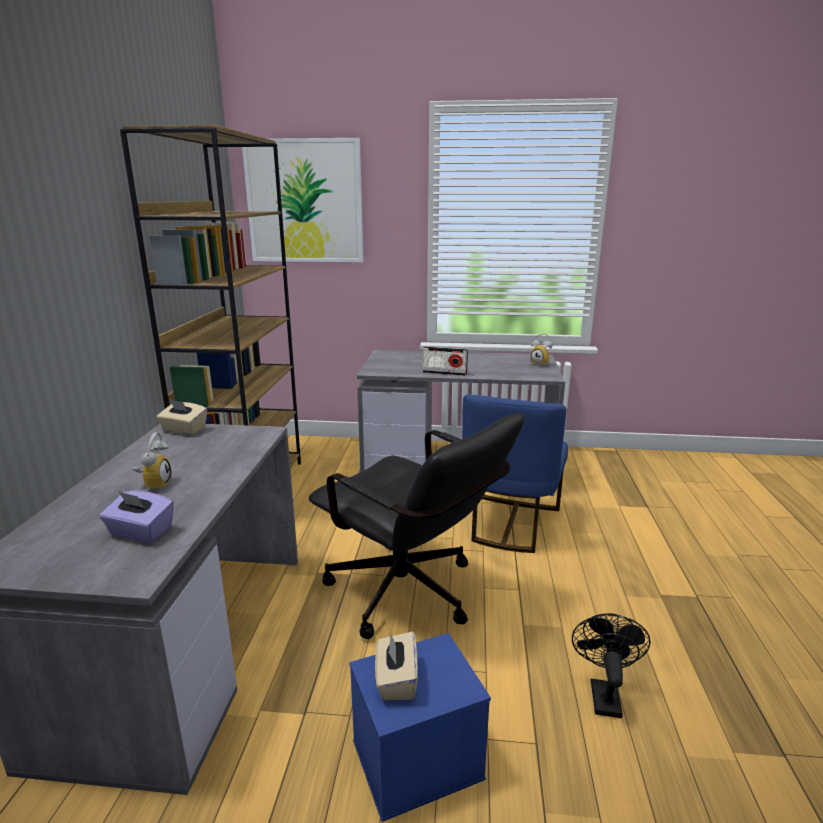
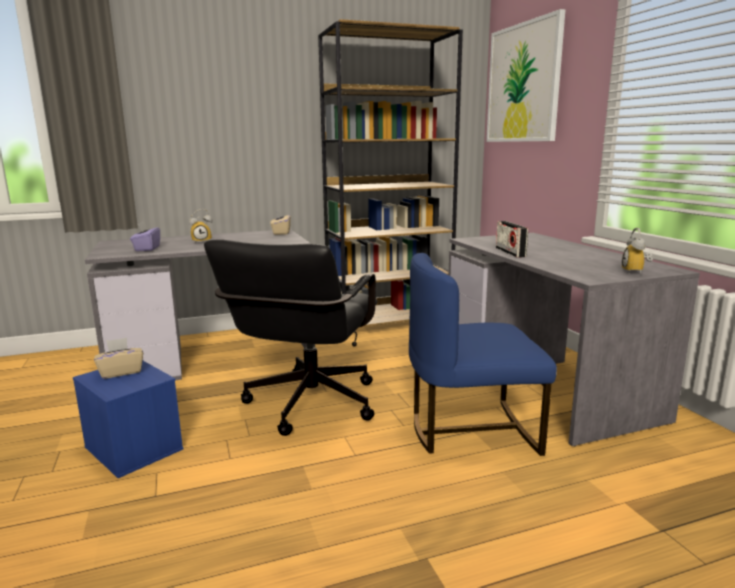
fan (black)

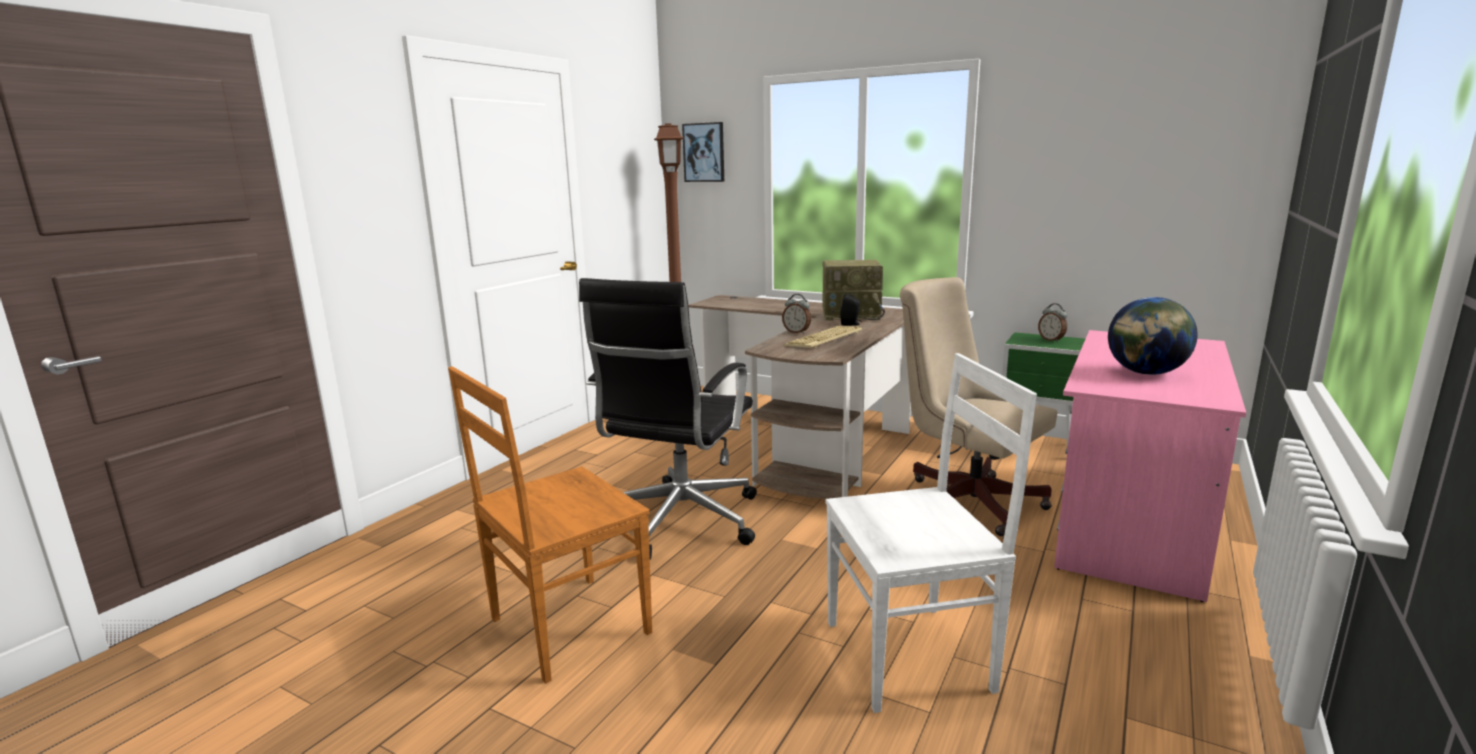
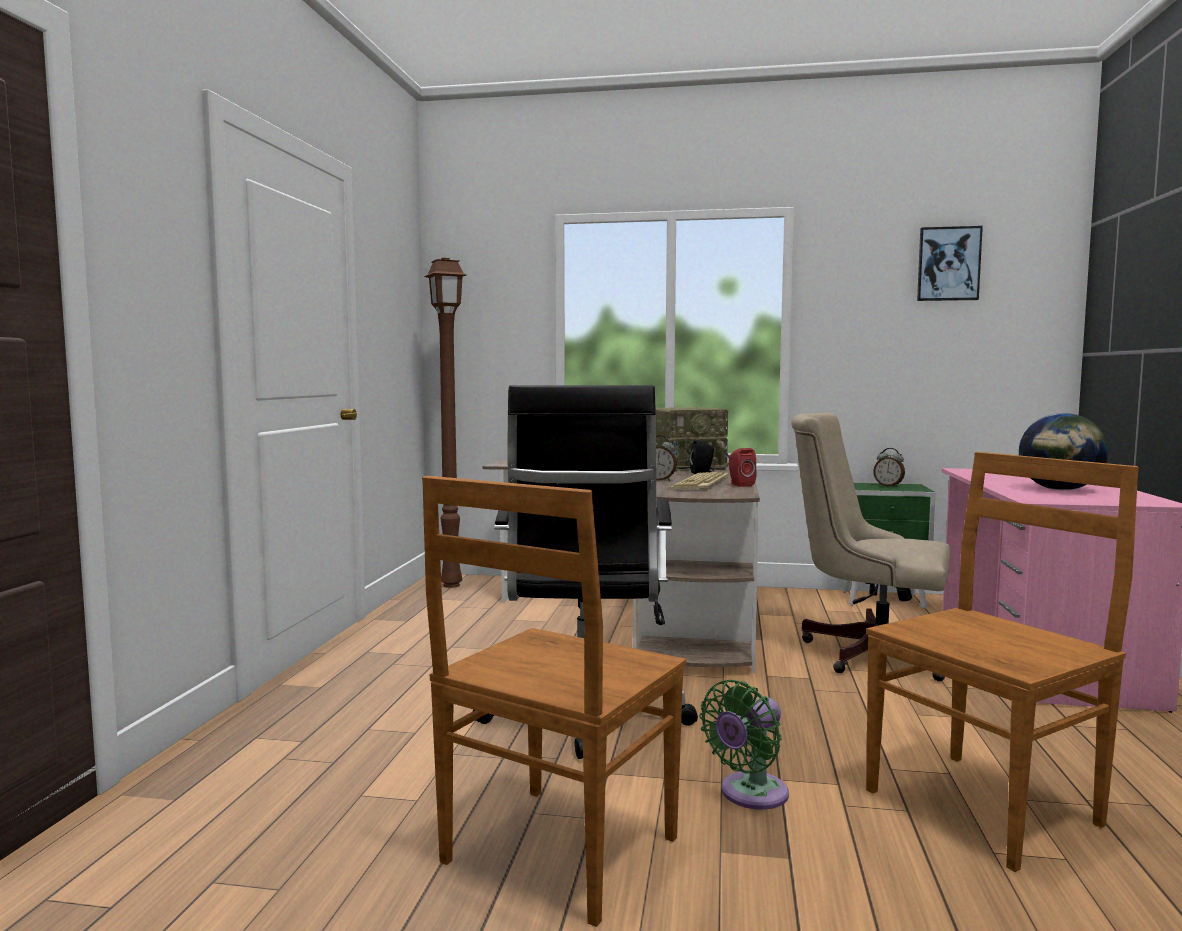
fan (green); speaker (red); chair (brown) (no. 2 from left); picture

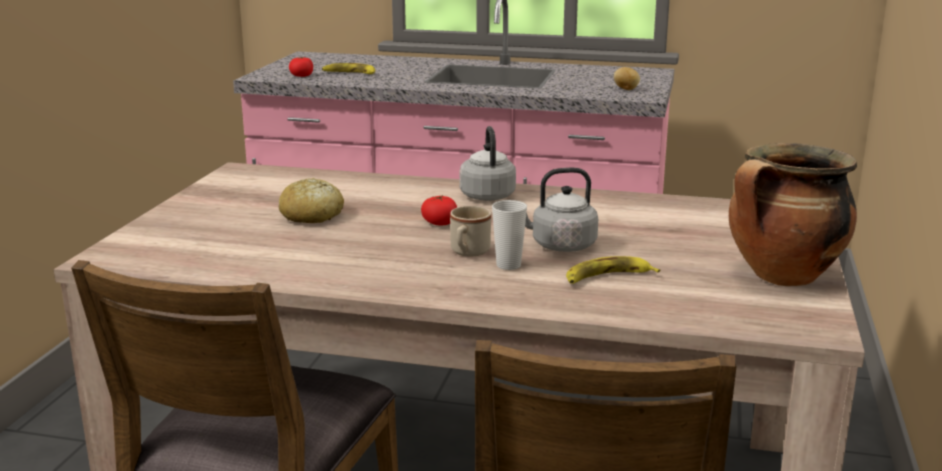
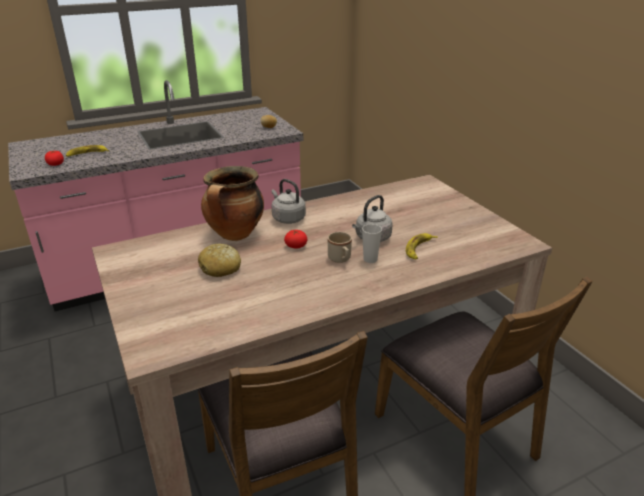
cooking pot

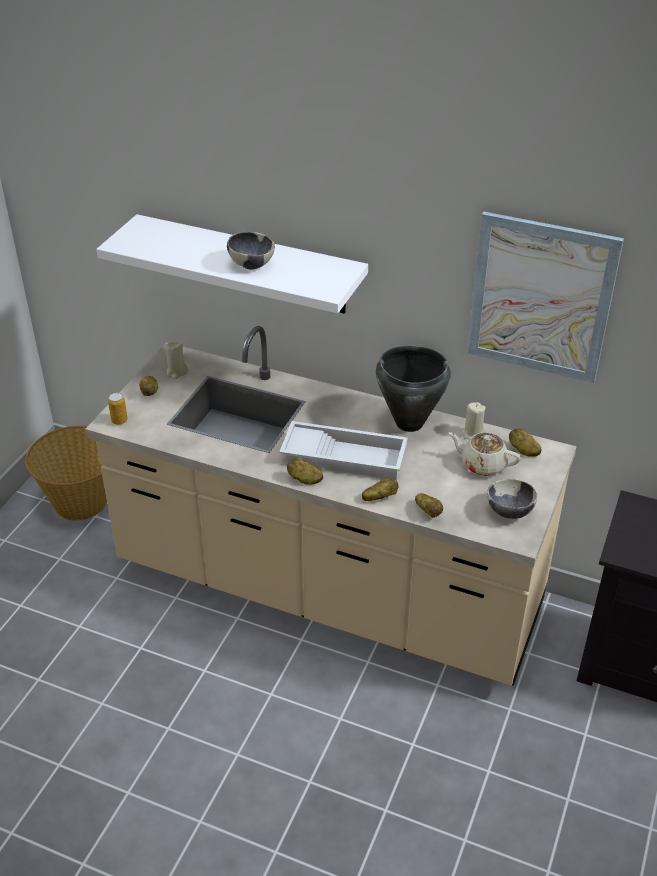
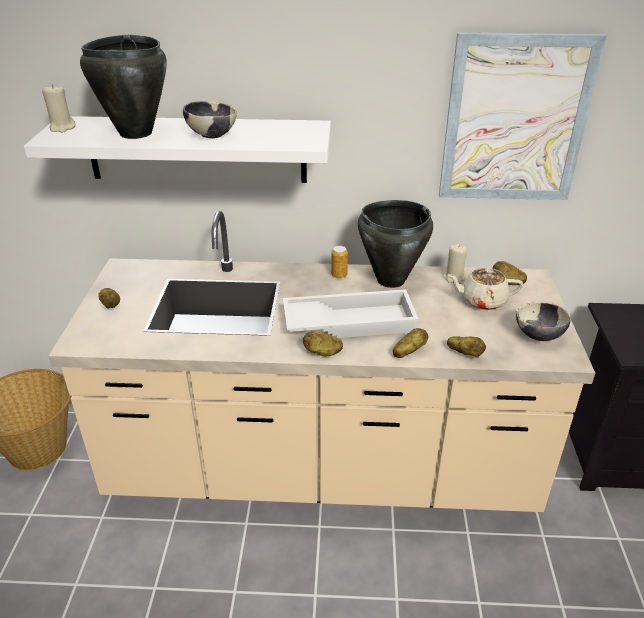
candle (beige) (no. 1 from left); cooking pot (black) (no. 1 from left); can

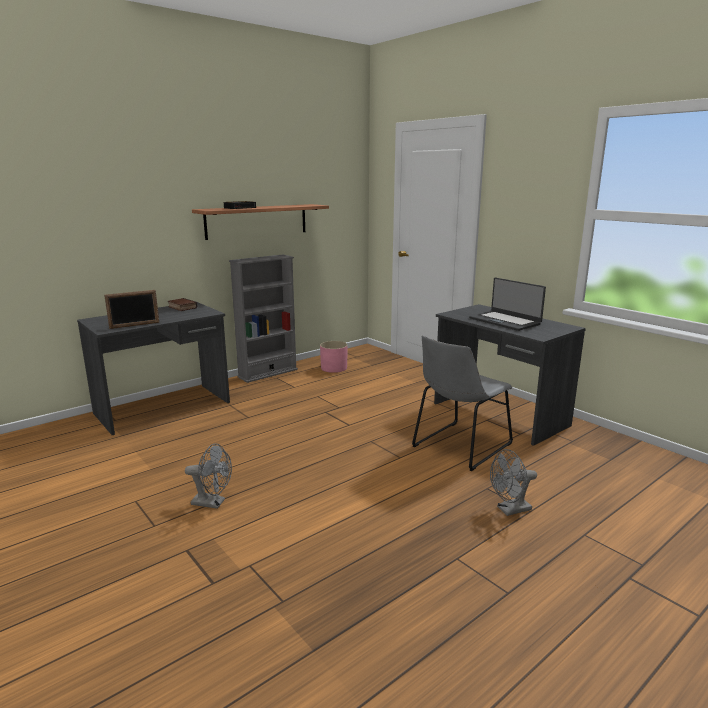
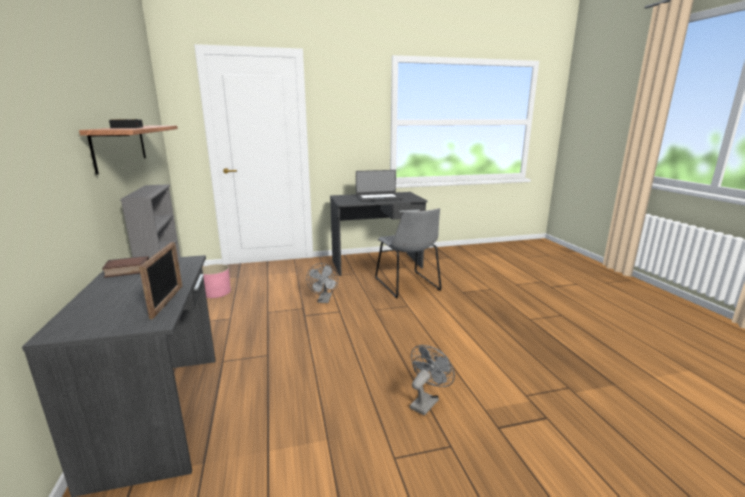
fan (grey) (no. 1 from left)

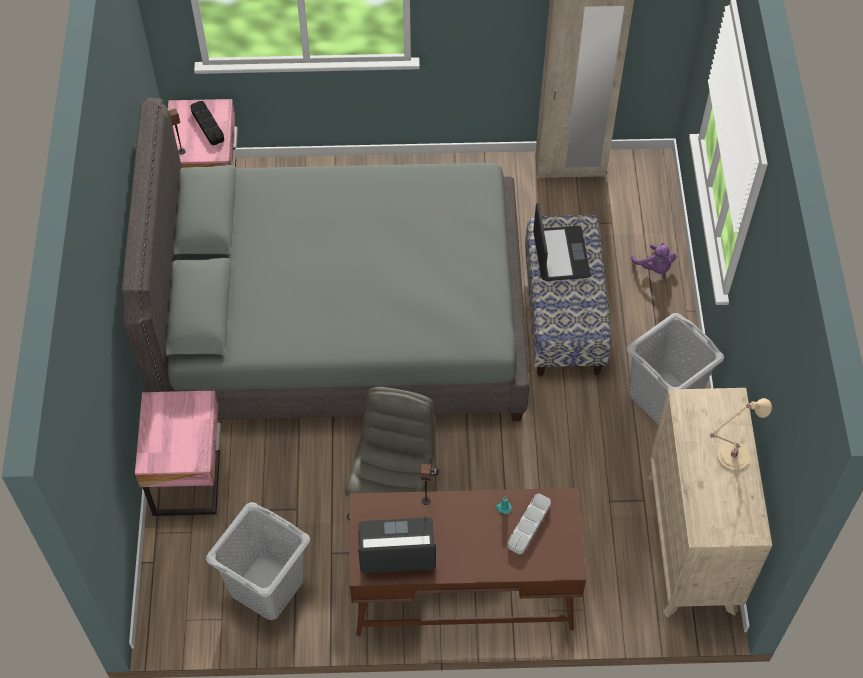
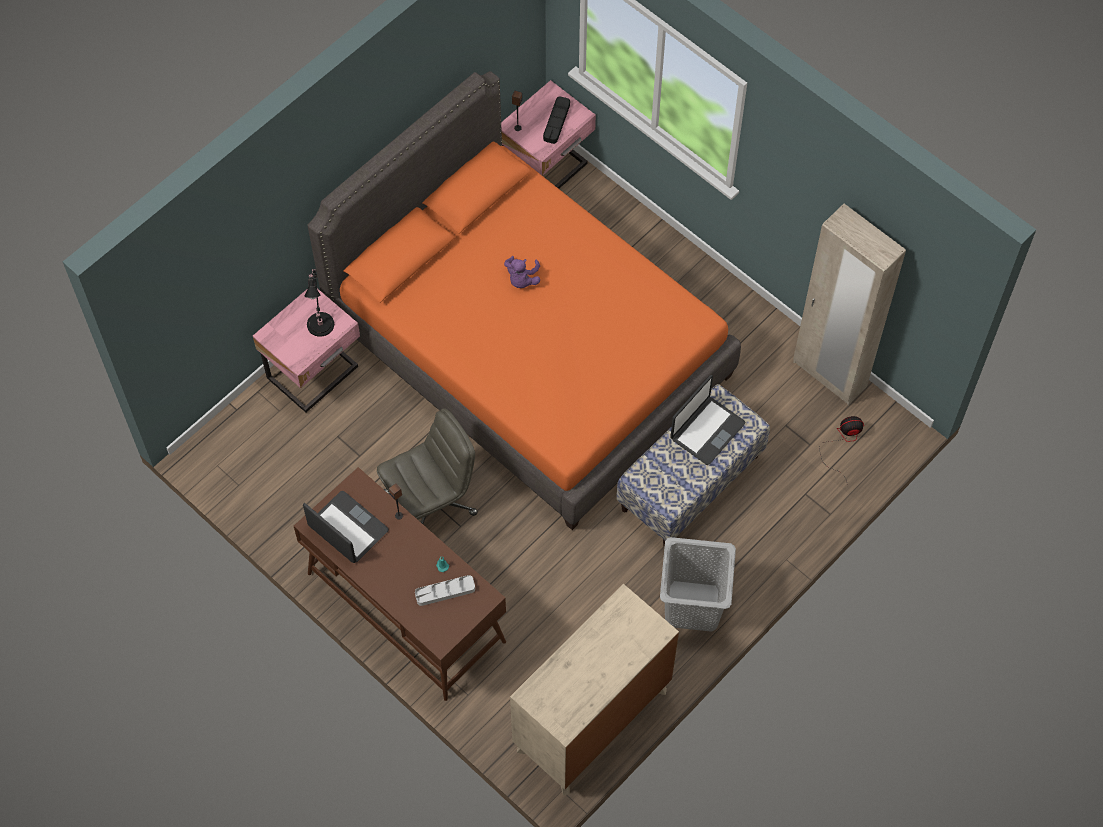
table lamp (black); bed (orange); plush toy (purple); fan; laundry basket (grey) (no. 1 from left in the first image); table lamp (beige)

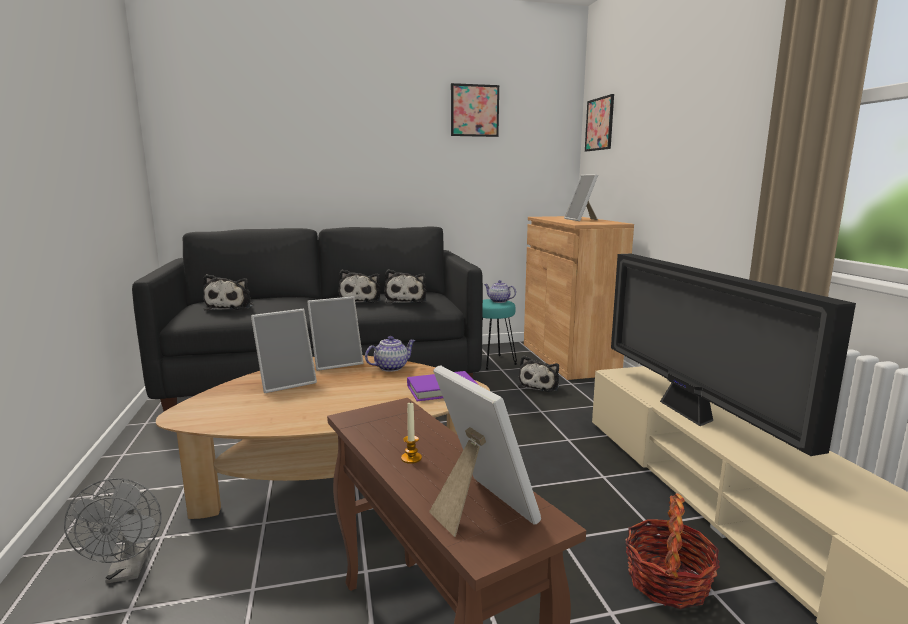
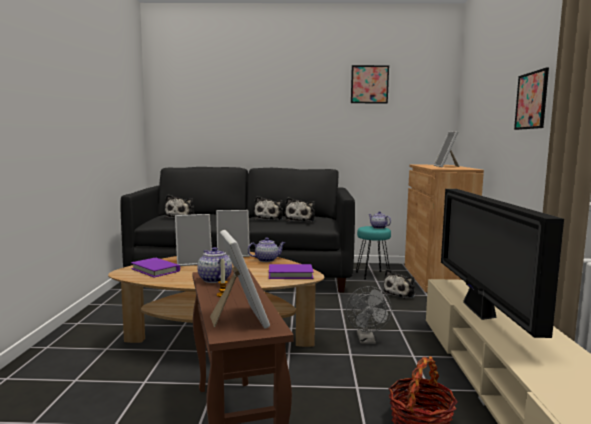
book (purple) (no. 1 from left); teapot (no. 1 from left); fan (grey); picture (no. 2 from left)

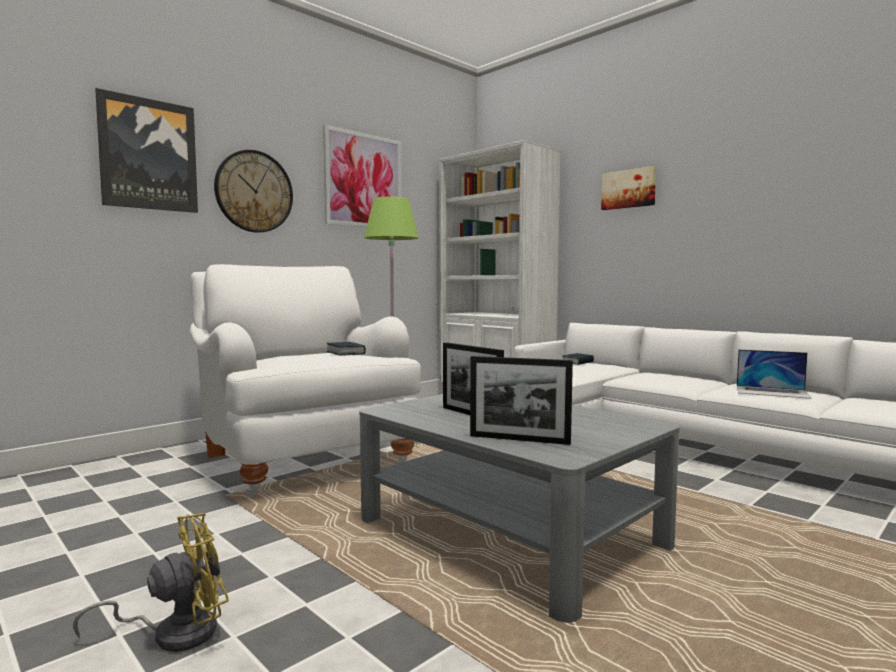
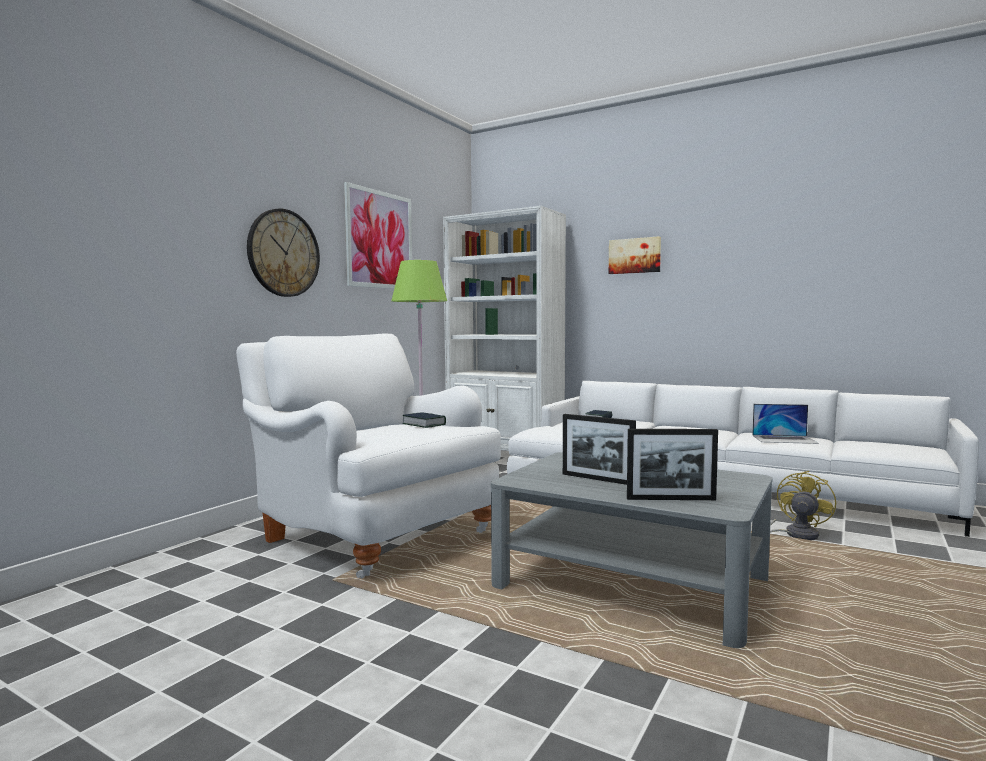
fan (yellow); picture (no. 1 from left in the first image)

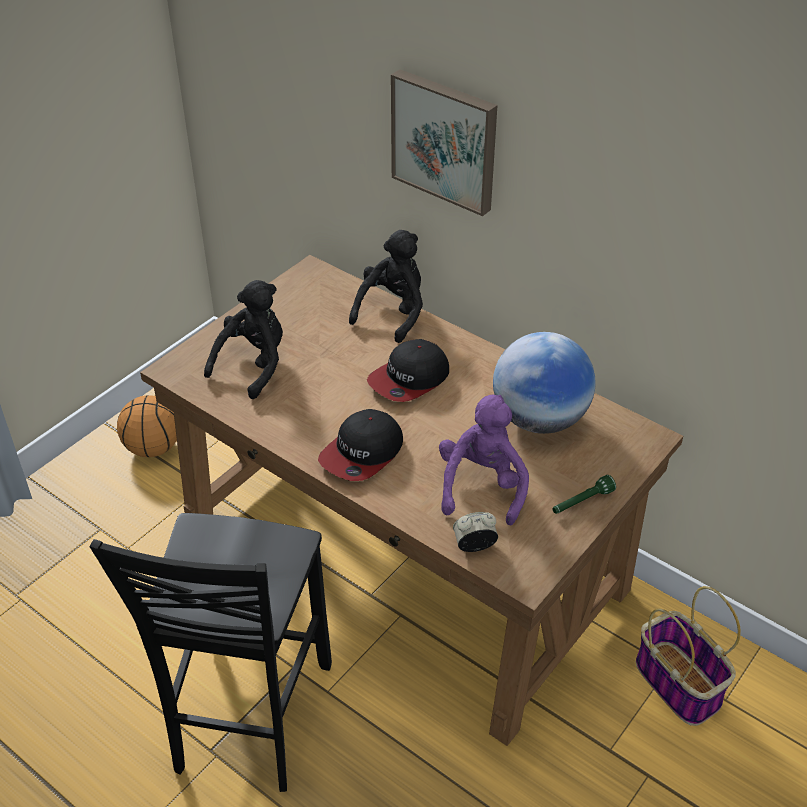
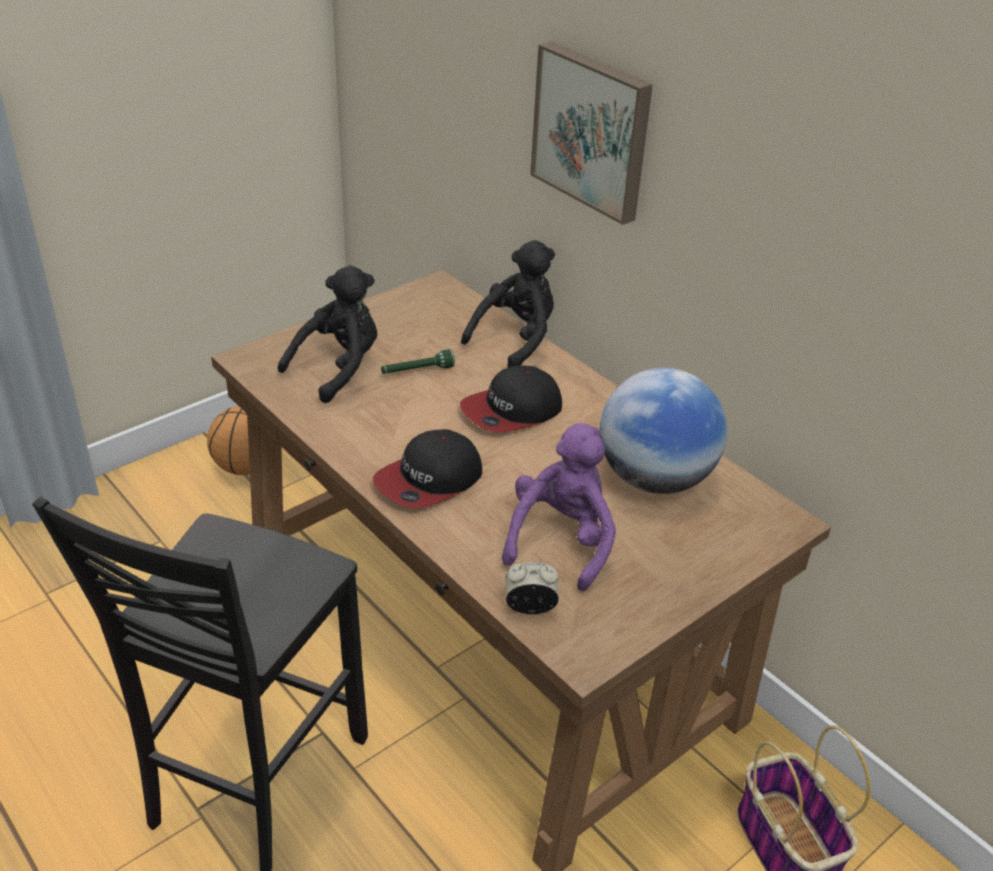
flashlight (green)

